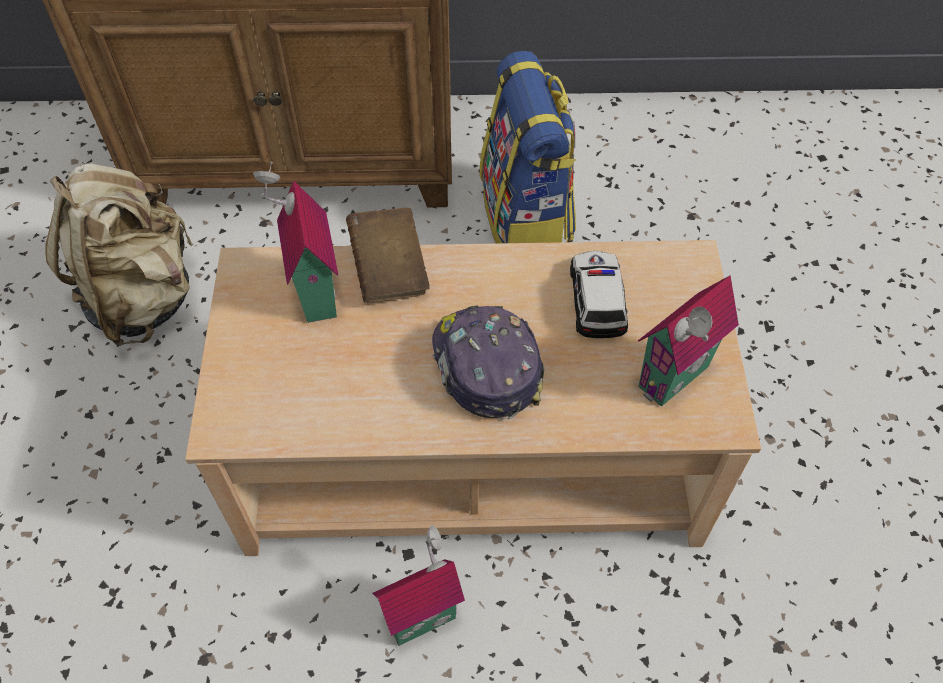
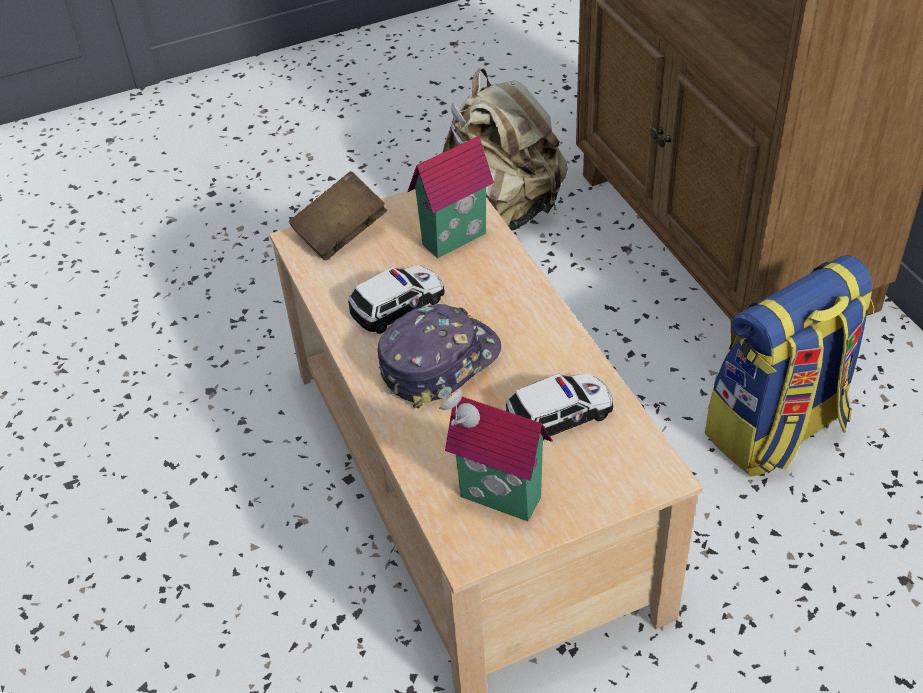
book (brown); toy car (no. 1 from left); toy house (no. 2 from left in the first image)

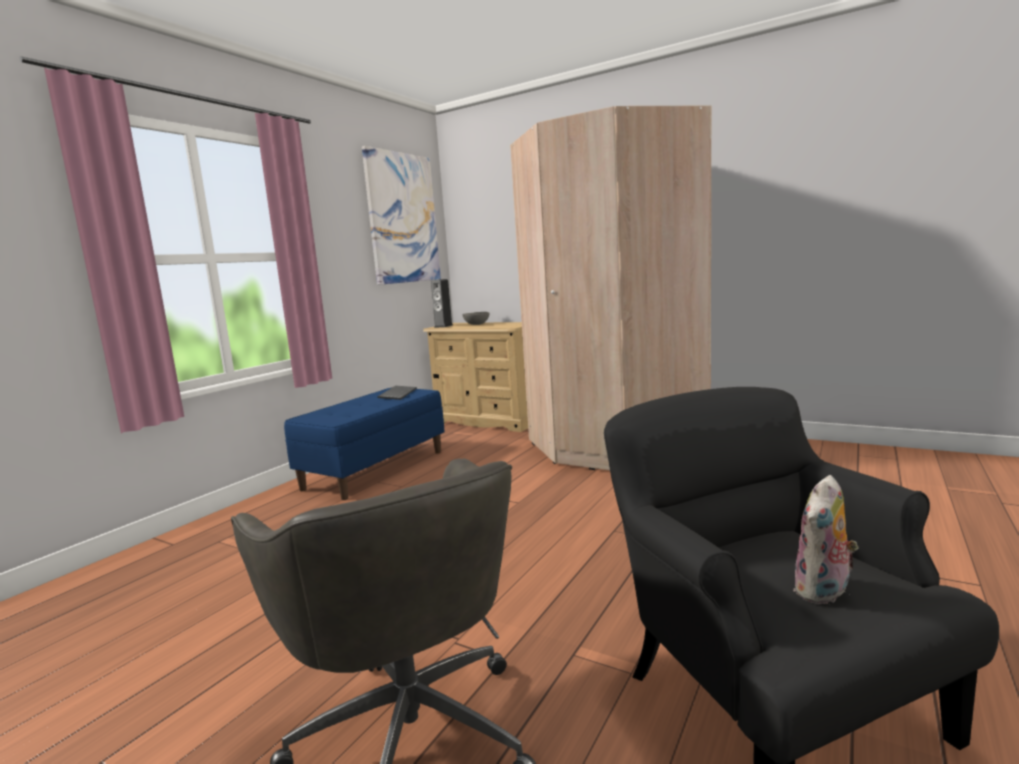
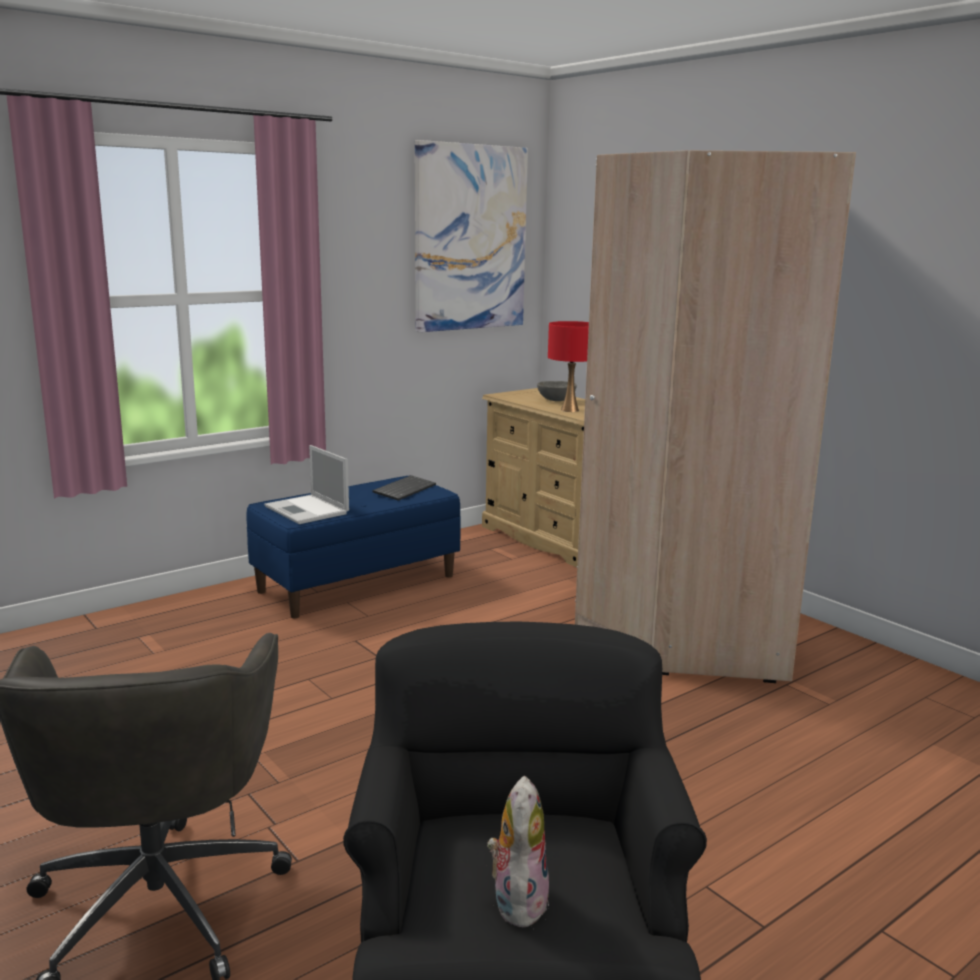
laptop; plush toy; table lamp (red); speaker

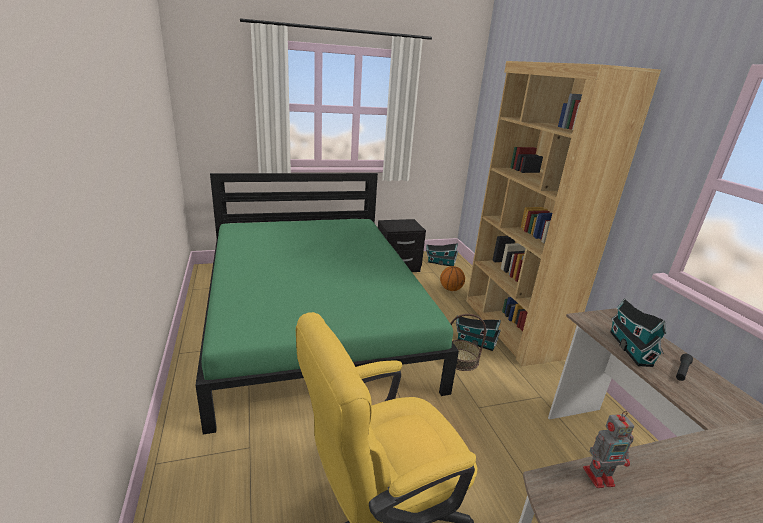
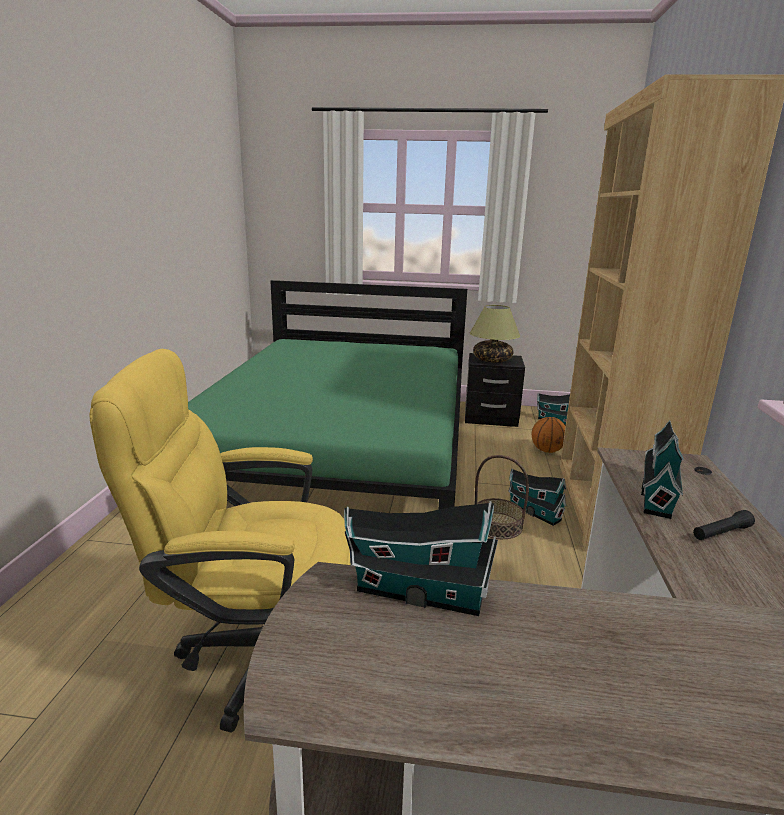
toy house (no. 1 from left); table lamp

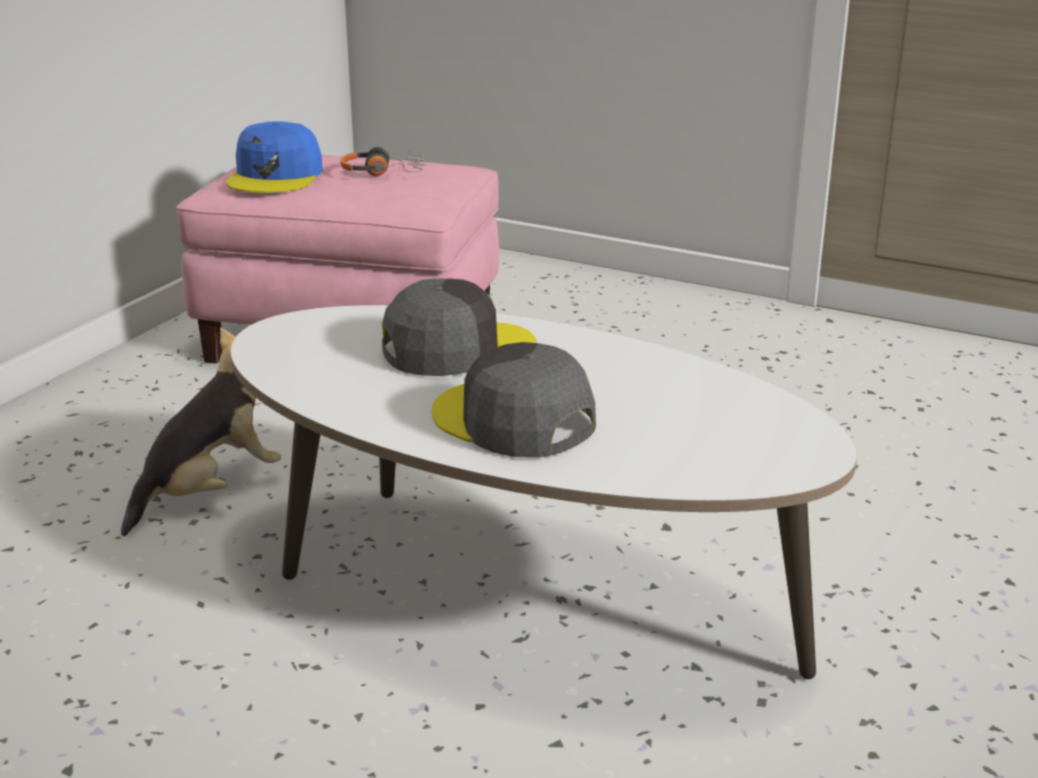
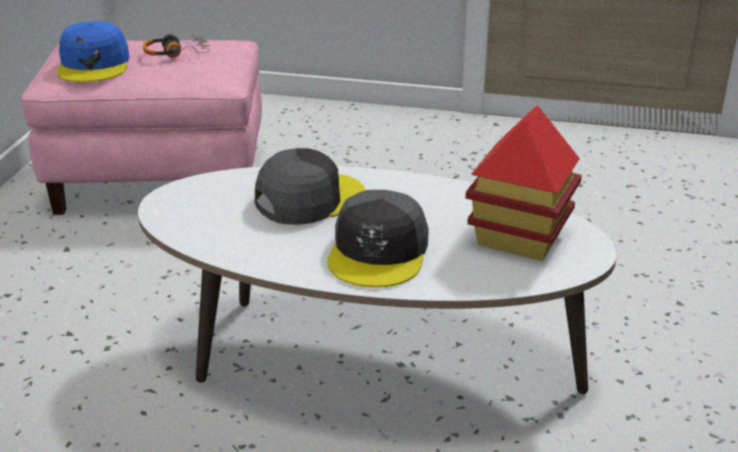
cap (grey) (no. 2 from left); toy house; plush toy

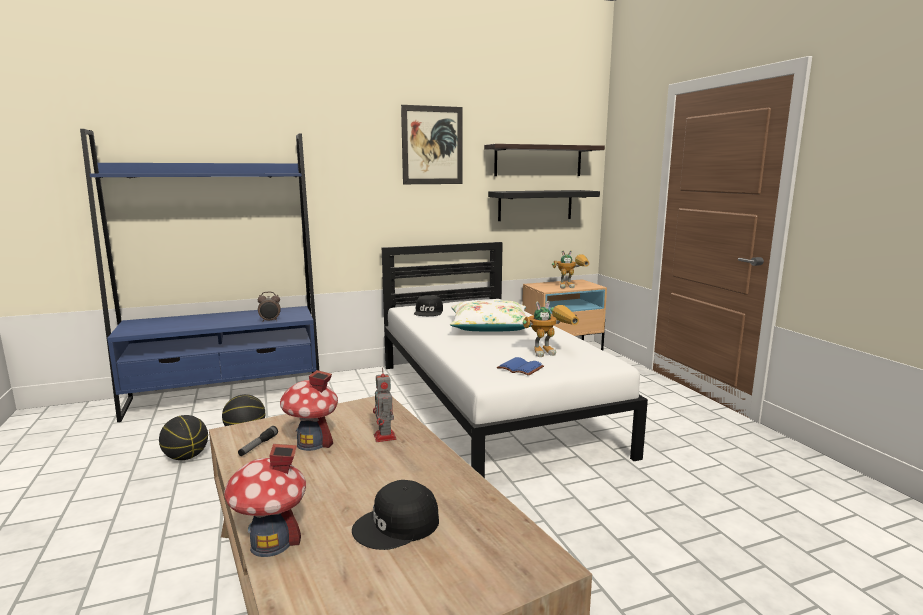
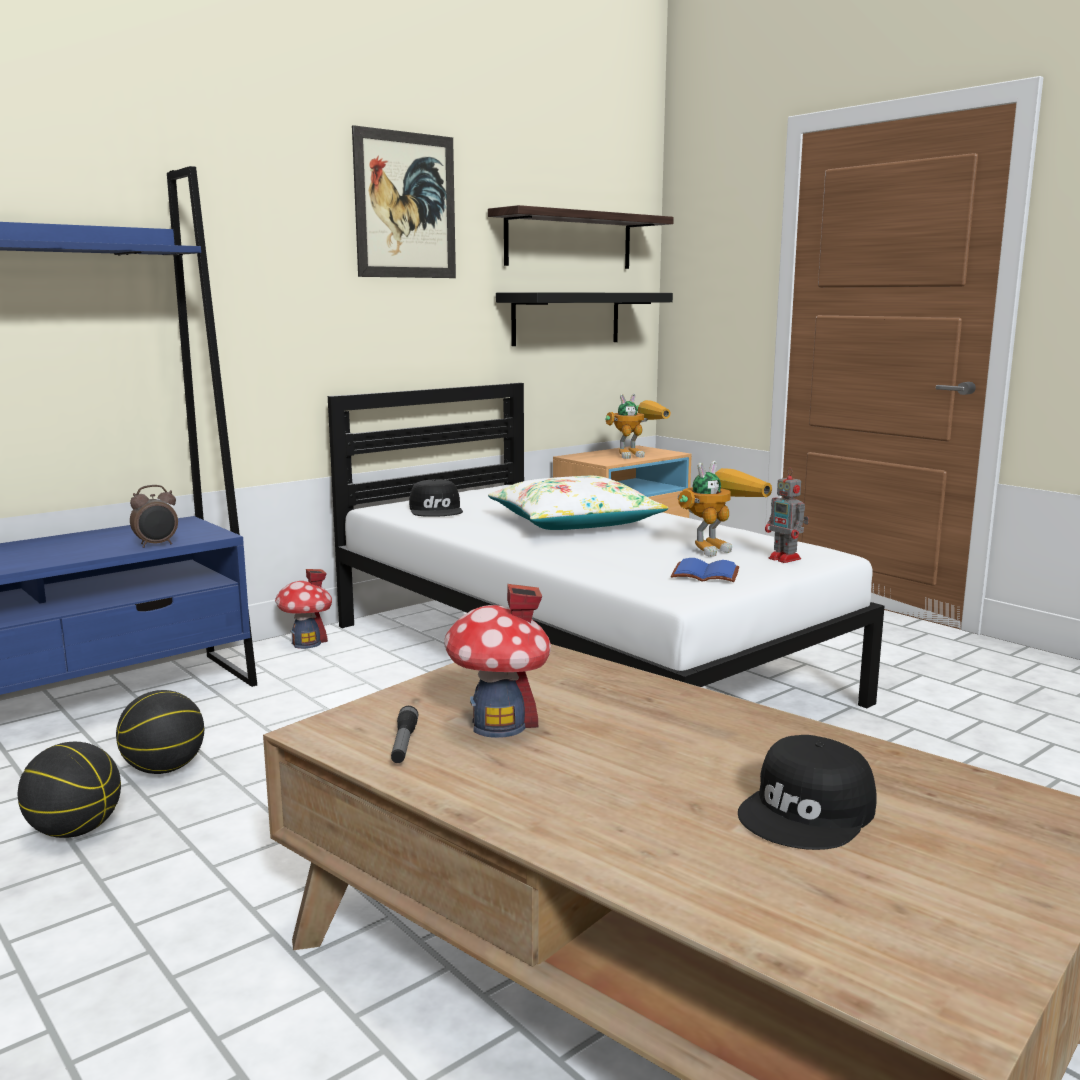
toy house (no. 1 from left); toy robot (no. 3 from left)

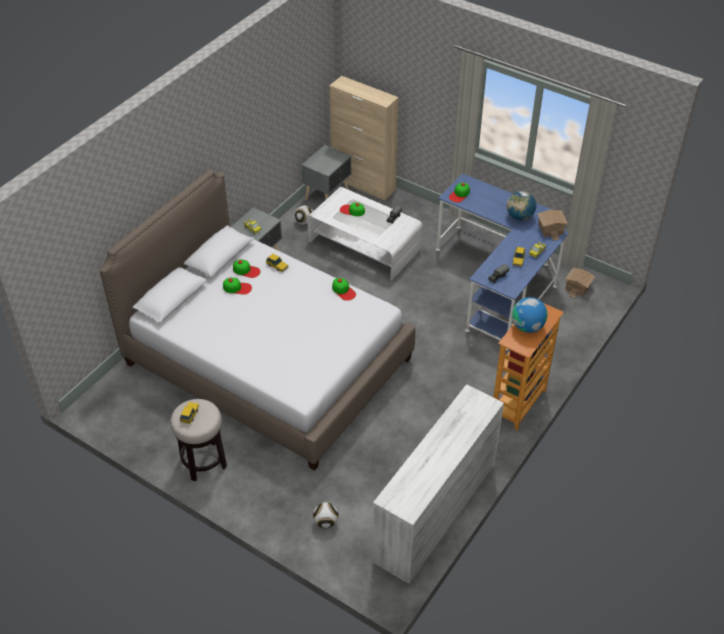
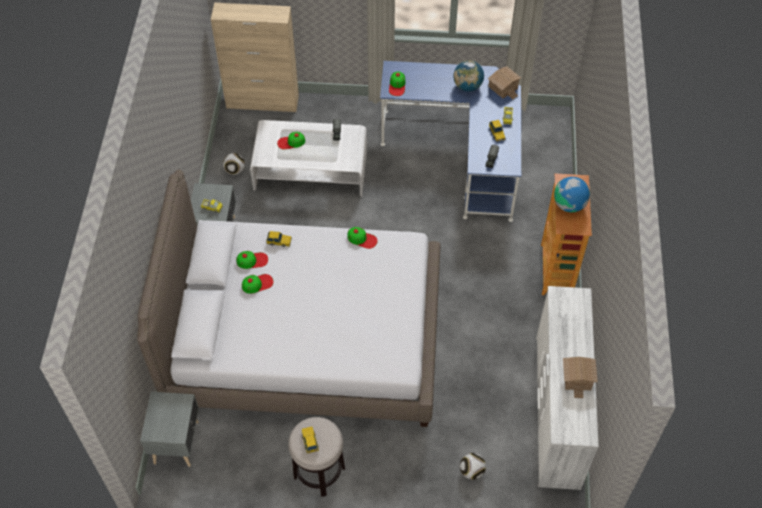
nightstand (grey) (no. 1 from left); toy house (no. 2 from left)

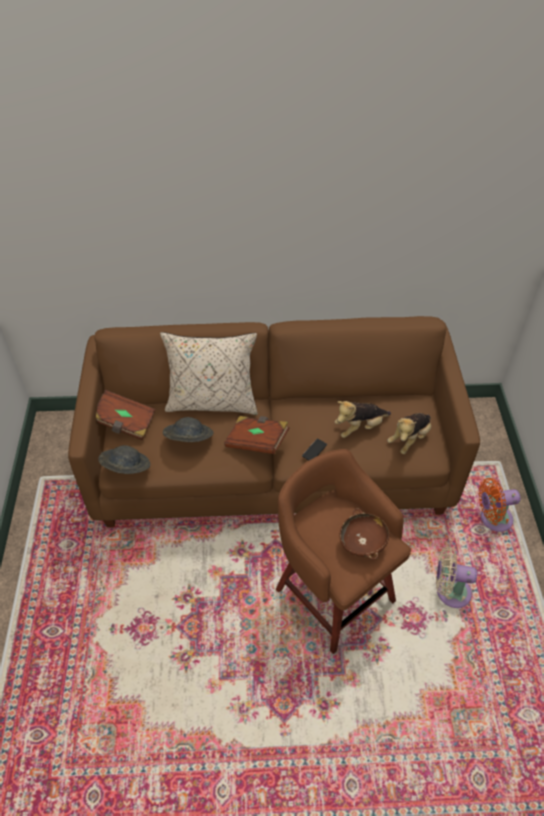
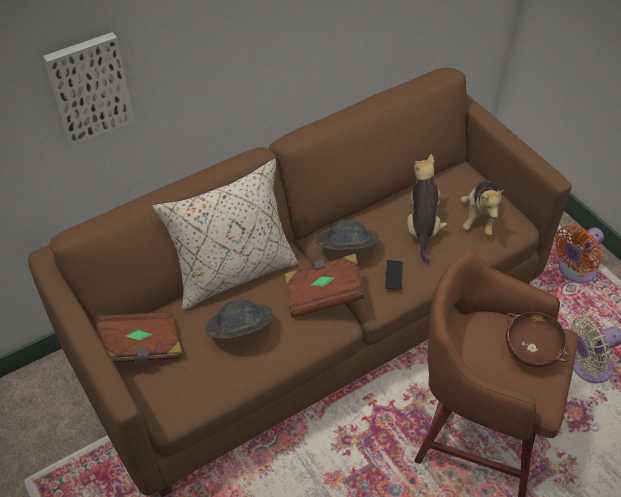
picture; hat (grey) (no. 2 from left); plush toy (no. 1 from left)

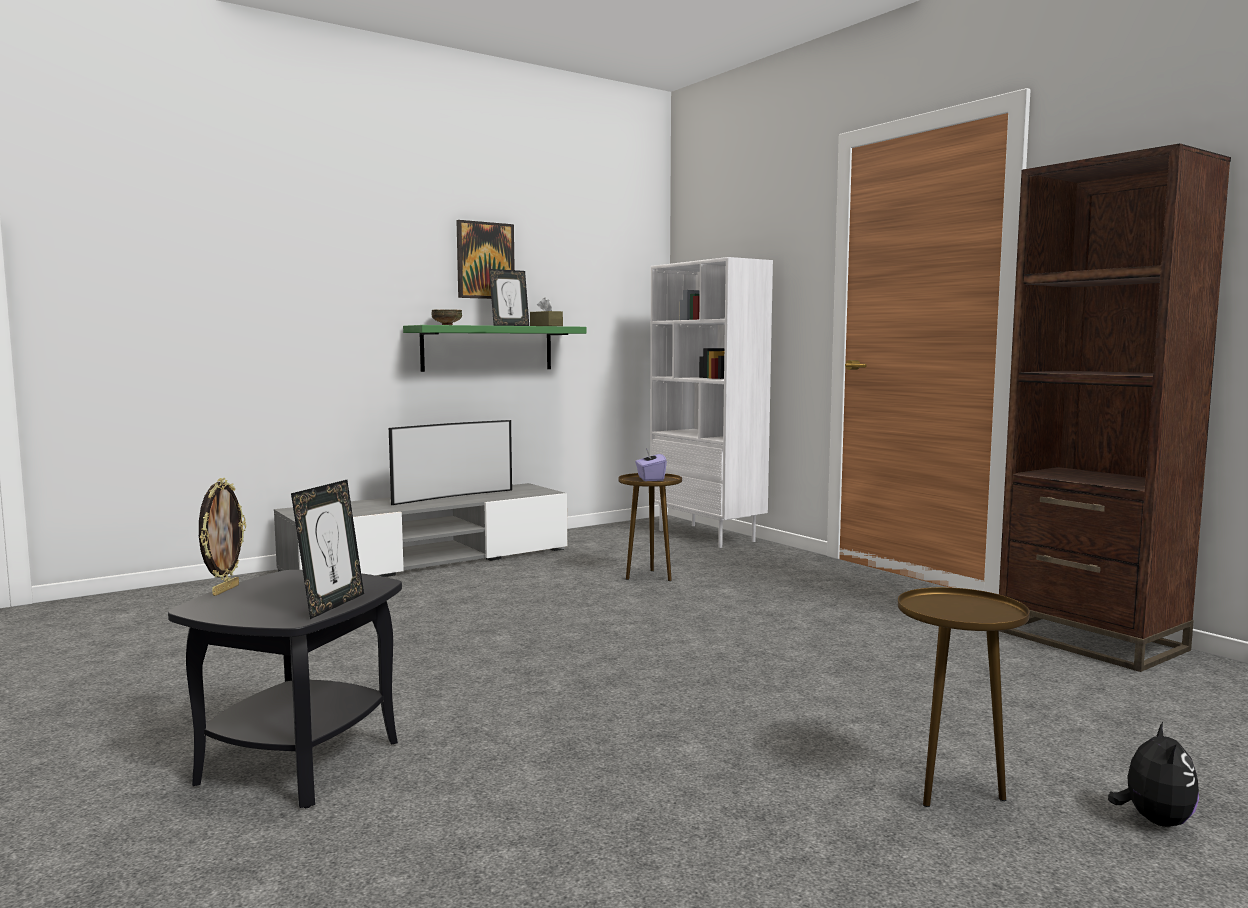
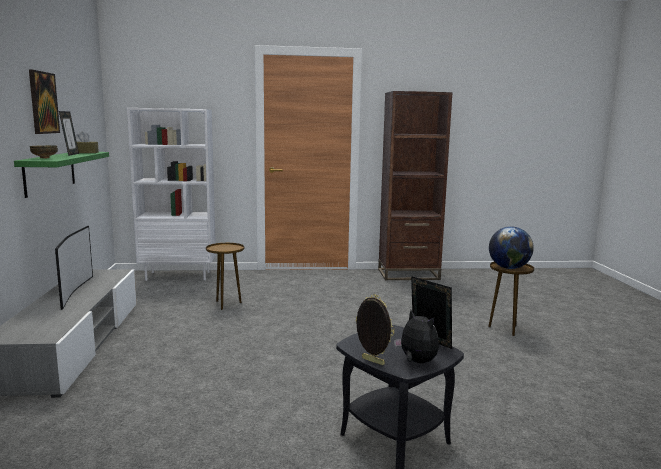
plush toy; globe; tissue box (purple)

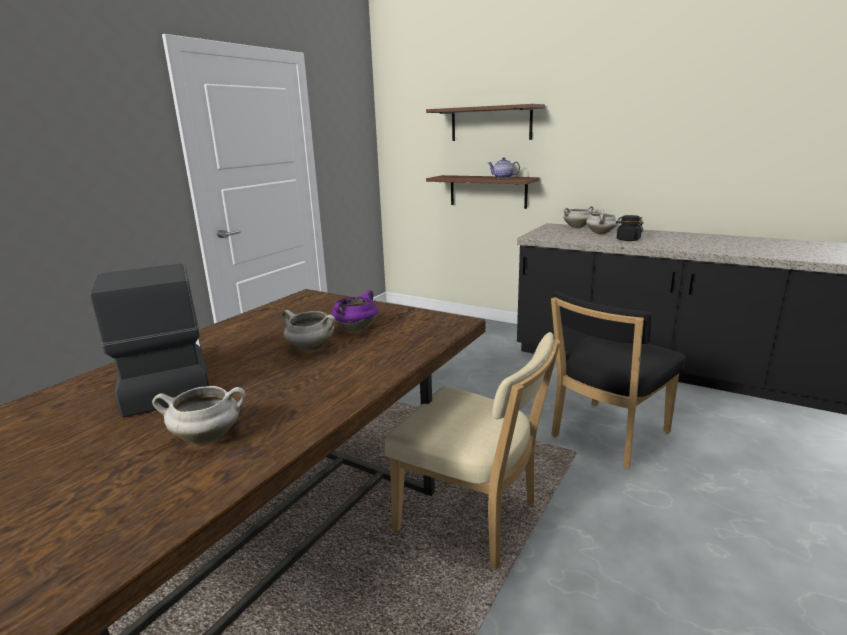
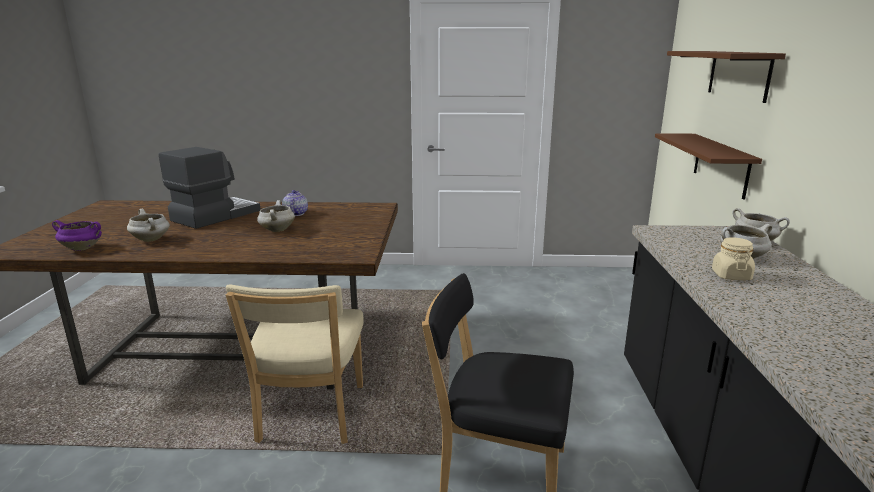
cooking pot (purple); teapot; jar (beige)

